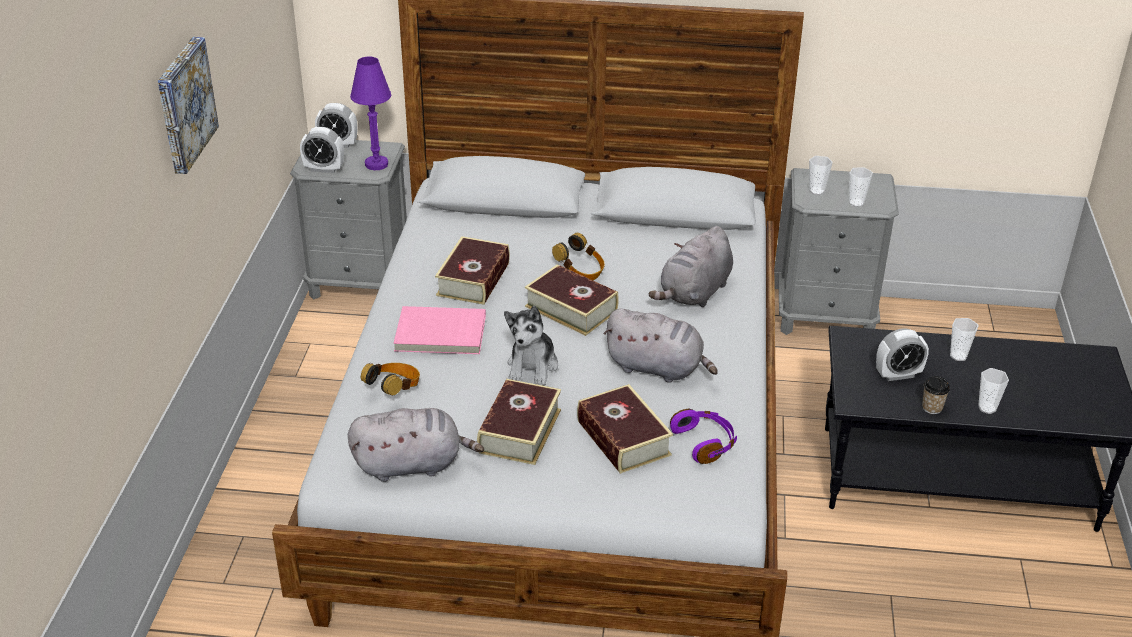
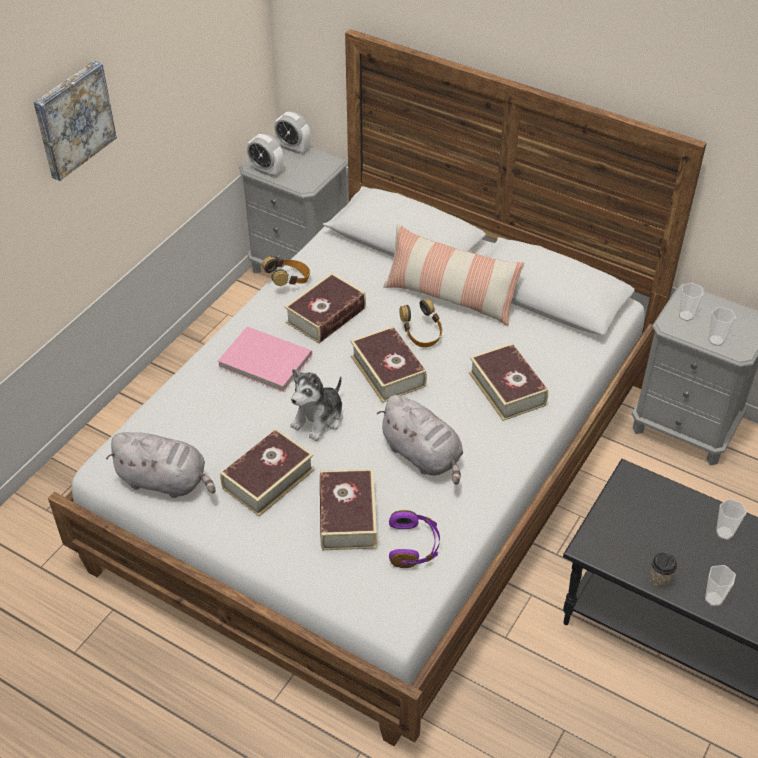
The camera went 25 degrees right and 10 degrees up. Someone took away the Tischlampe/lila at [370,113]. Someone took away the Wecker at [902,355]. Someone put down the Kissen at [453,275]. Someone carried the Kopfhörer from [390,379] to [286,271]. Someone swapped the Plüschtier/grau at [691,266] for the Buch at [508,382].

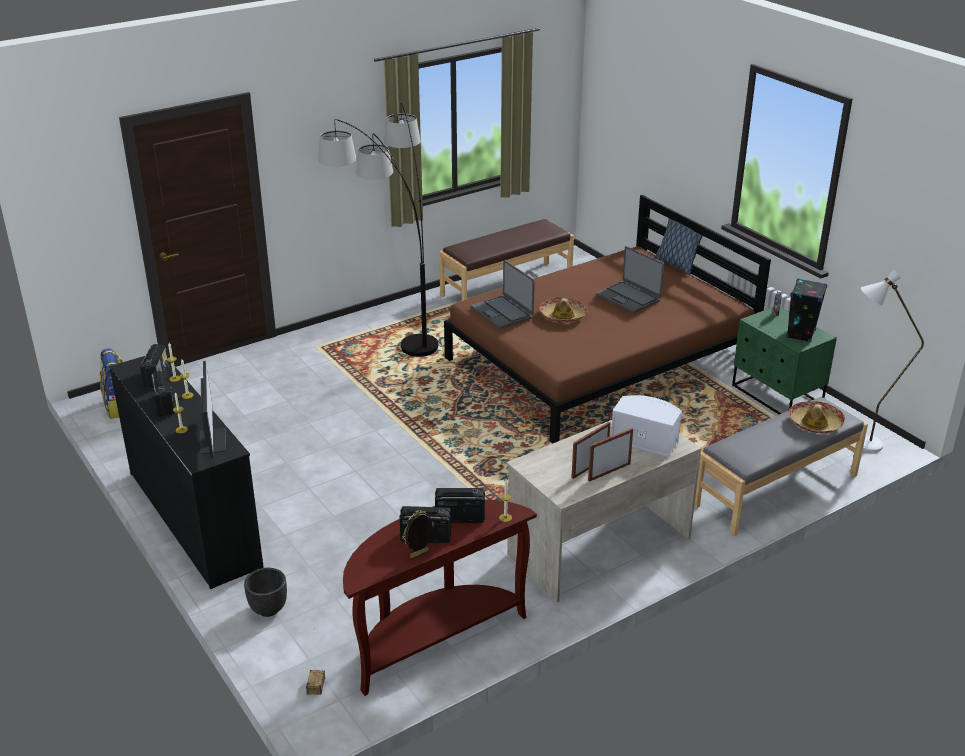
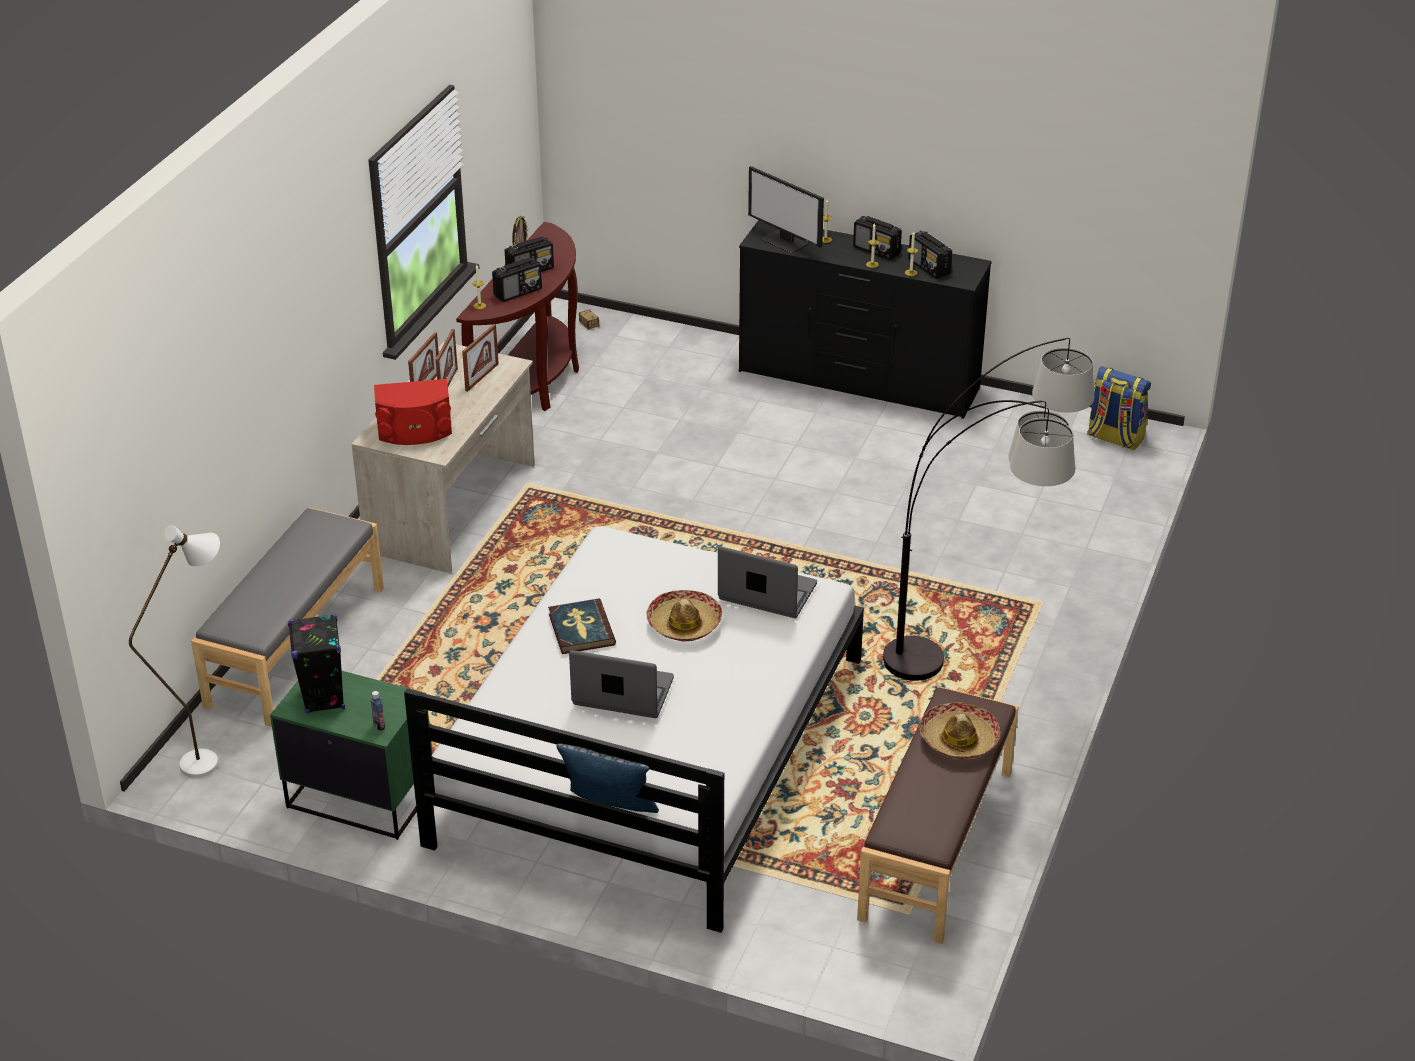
The camera went 145 degrees right and 5 degrees up. Someone took away the Pflanzkübel/schwarz at [265,592]. Someone put down the Bilderrahmen at [480,358]. Someone put down the Buch at [582,626]. Someone carried the Hut from [816,417] to [959,730]. Someone repainted the Bett/braun at [607,319], which became the Bett/weiß at [634,729]. Someone repainted the Lautsprecher/weiß at [647,426], which became the Lautsprecher/rot at [413,412].

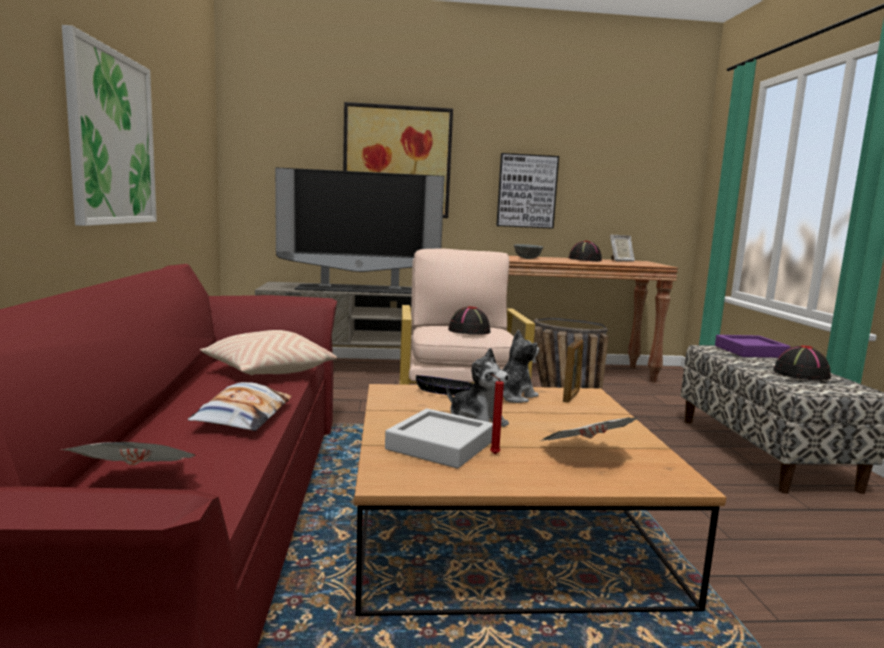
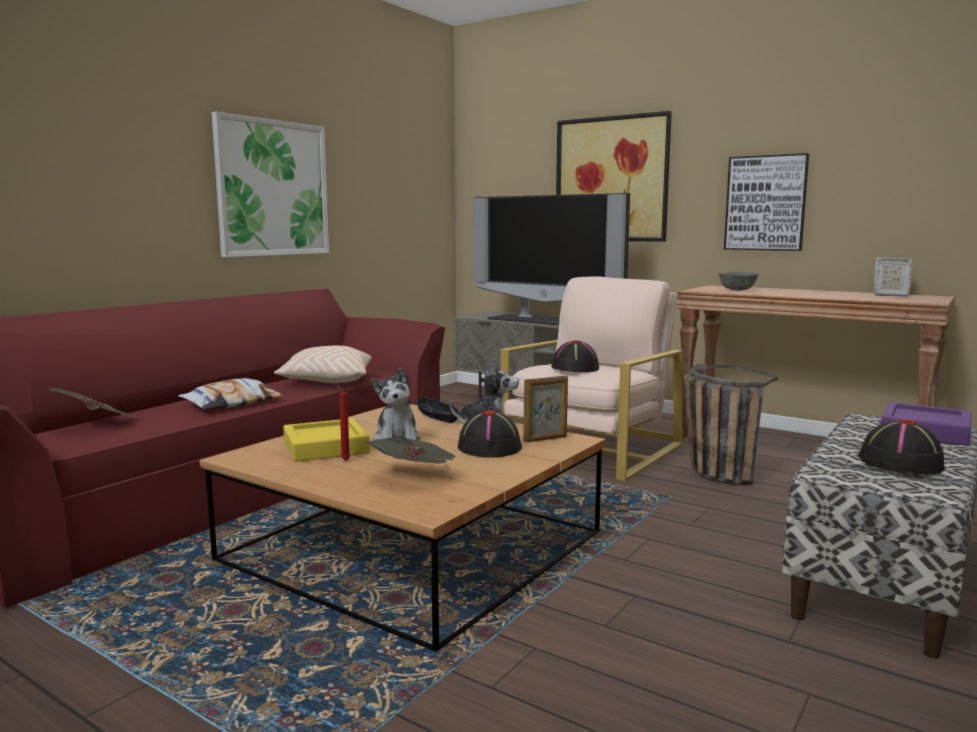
The camera went 40 degrees right and 0 degrees up. Someone carried the Hut/schwarz from [585,251] to [490,434]. Someone repainted the Tablett/grau at [439,439], which became the Tablett/gelb at [326,440].

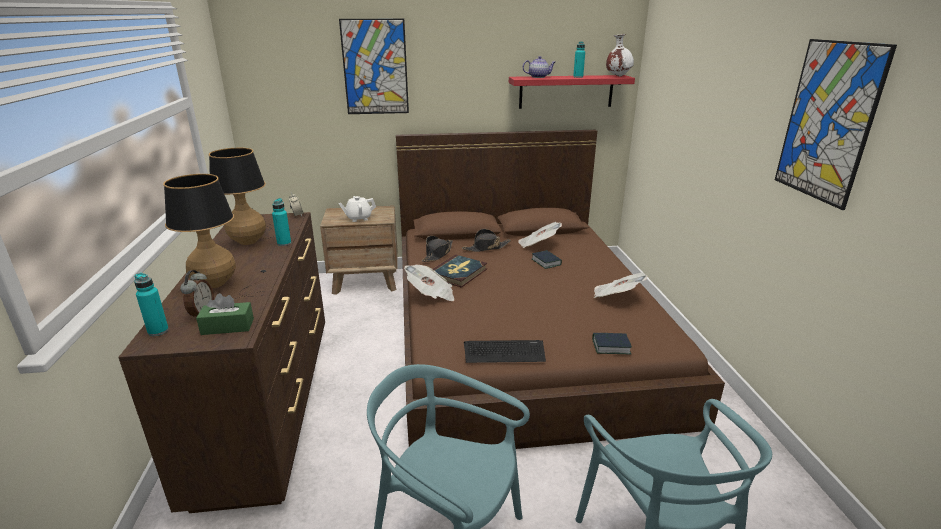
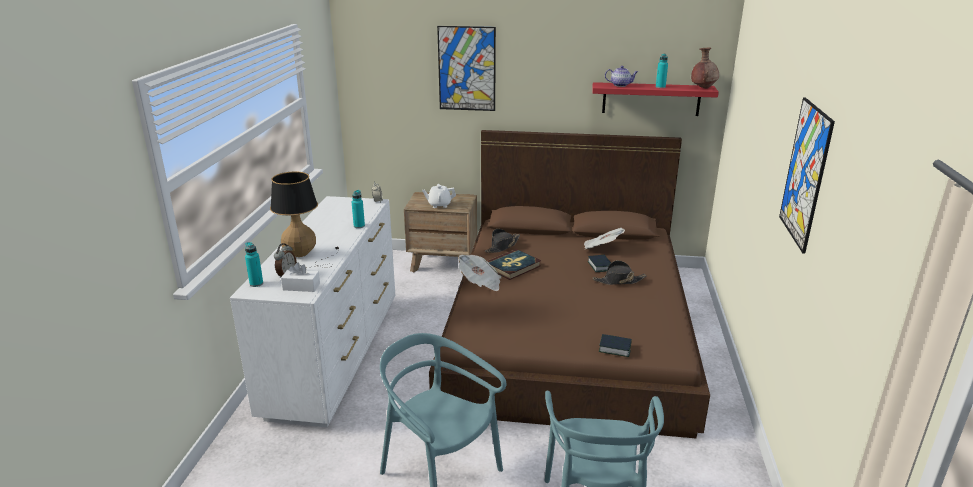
The camera went 15 degrees right and 0 degrees up. Someone took away the Tischlampe at [242,196]. Someone took away the Tastatur at [505,351]. Someone took away the Zeitung at [621,285]. Someone carried the Hut/schwarz from [486,240] to [619,272]. Someone repainted the Kommode/braun at [221,362], which became the Kommode/weiß at [312,311]. Someone repainted the Taschentuchbox/grün at [225,314], which became the Taschentuchbox/weiß at [300,277]. Someone repainted the Vase/weiß at [620,55], which became the Vase/braun at [705,68].

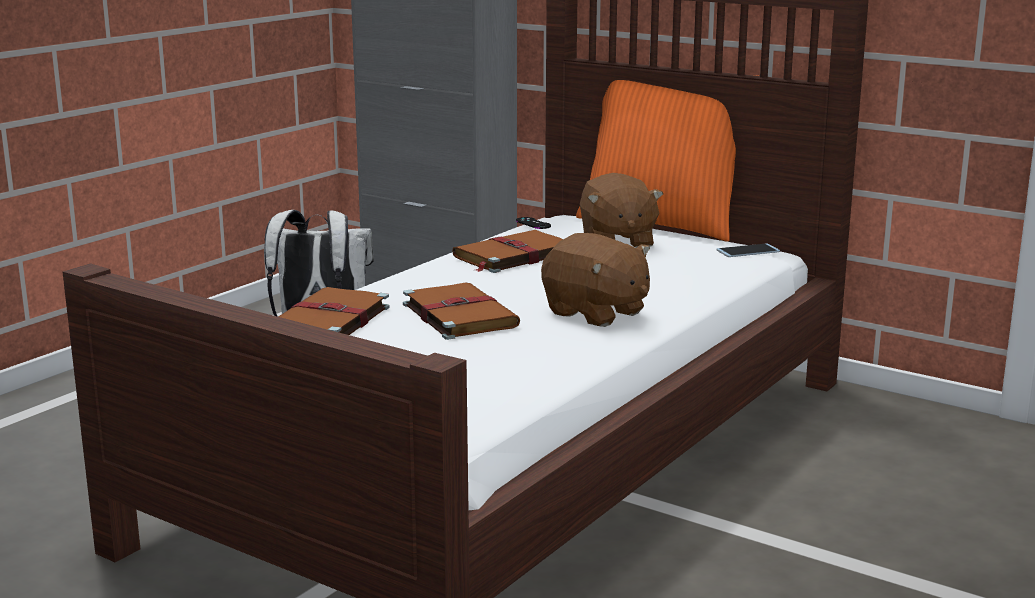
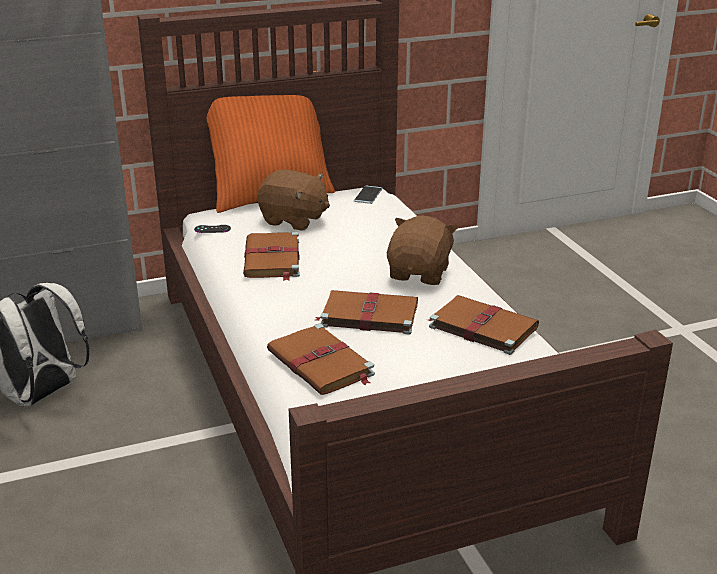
The camera went 55 degrees left and 10 degrees up. Someone put down the Buch/braun at [483,325]. Someone rotated the Plüschtier/braun at [595,280] by 60 degrees counterclockwise.

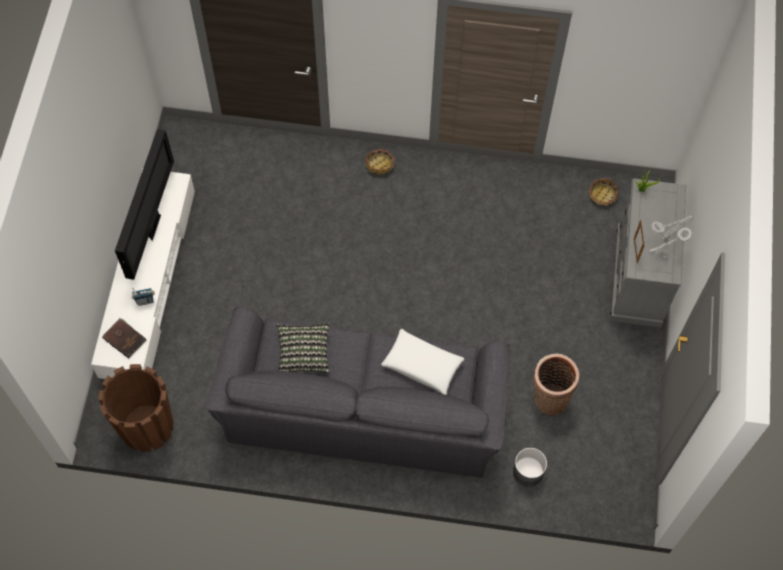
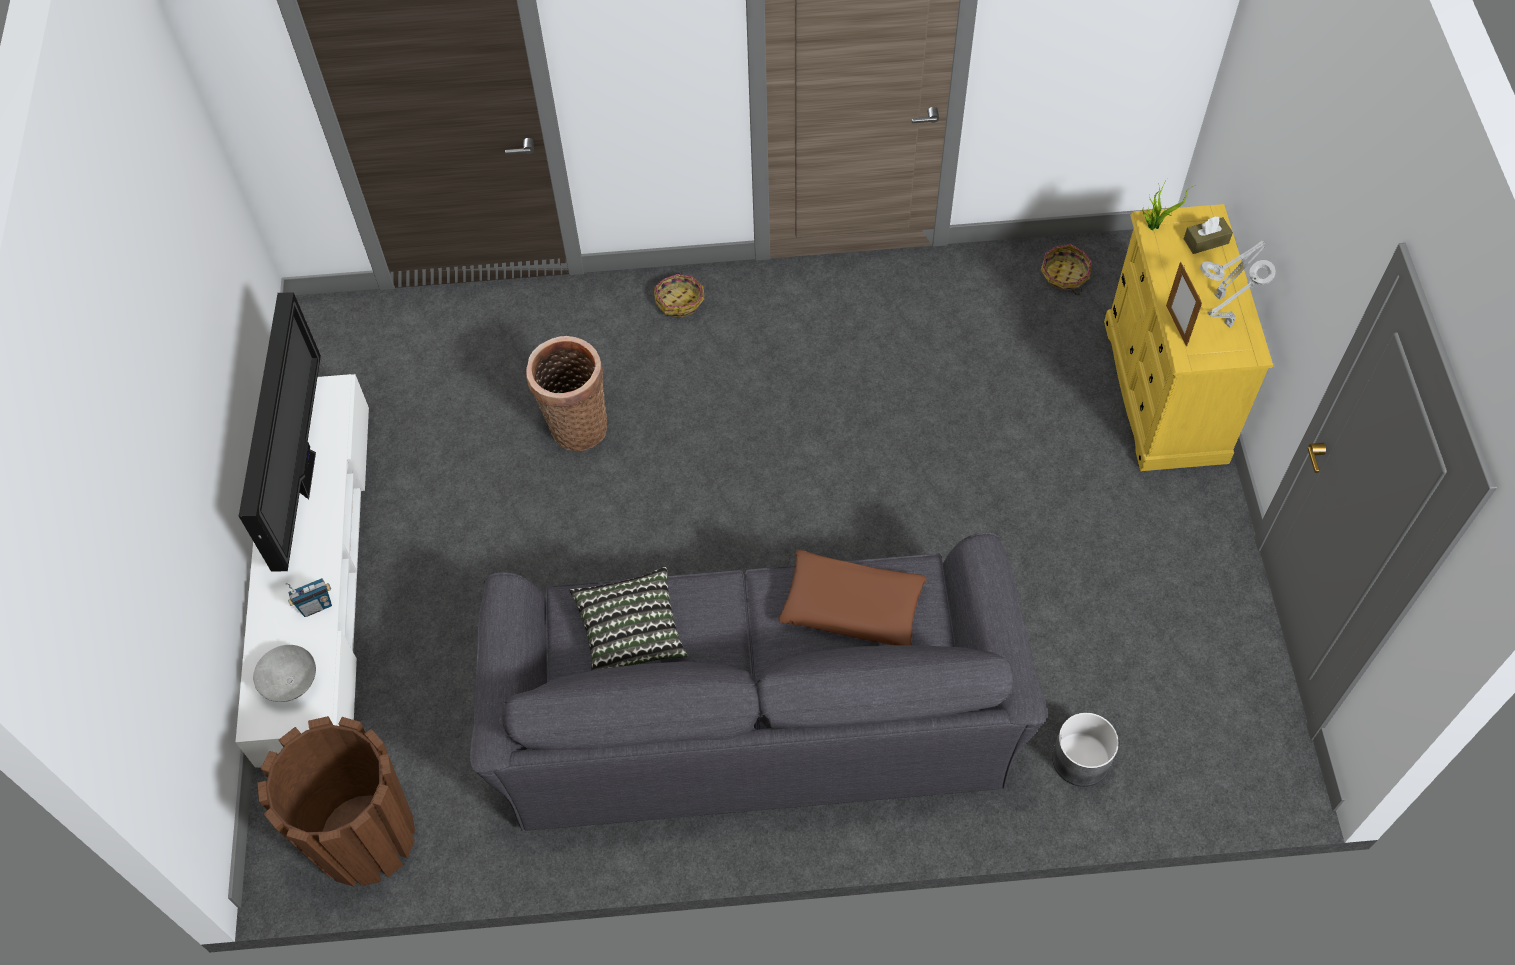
The camera went 10 degrees left and 5 degrees down. Someone put down the Taschentuchbox/braun at [1208,235]. Someone carried the Korb from [556,384] to [566,393]. Someone swapped the Buch/braun at [124,338] for the Schüssel/grau at [284,673]. Someone repainted the Kissen/weiß at [422,362], which became the Kissen/braun at [852,597]. Someone repainted the Kommode/grau at [648,252], which became the Kommode/gelb at [1188,337].

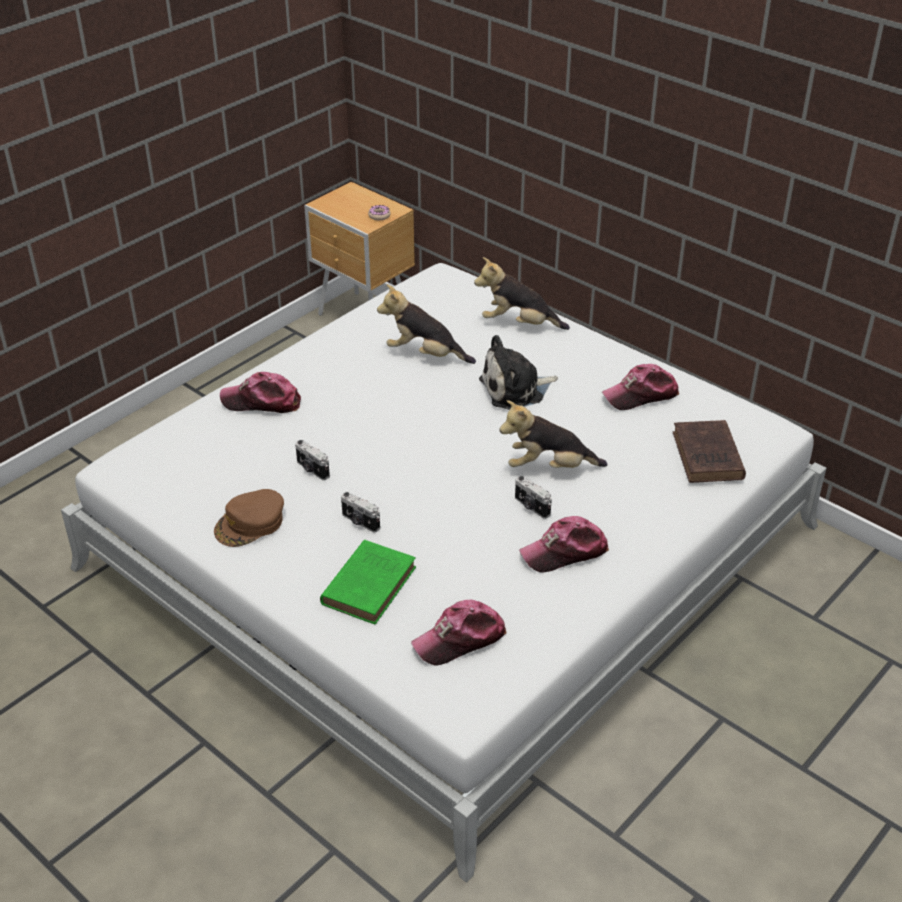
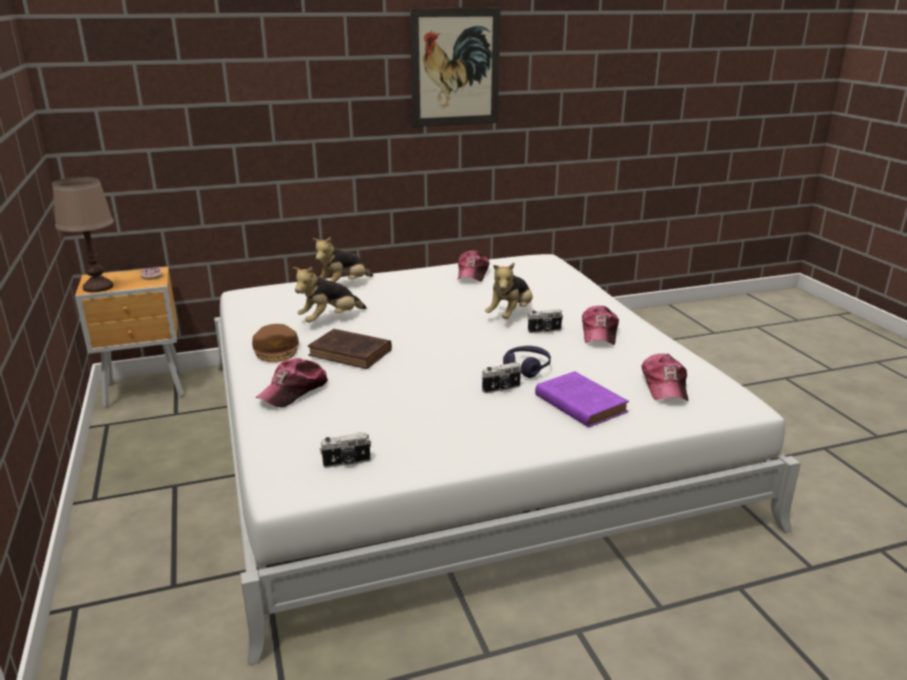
The camera went 60 degrees left and 15 degrees down. Someone took away the Plüschtier at [518,372]. Someone put down the Tischlampe/braun at [83,234]. Someone put up the Bild at [455,67]. Someone put down the Kopfhörer/lila at [527,362]. Someone carried the Kappe/braun from [249,518] to [275,343]. Someone carried the Kamera from [312,460] to [346,450]. Someone carried the Buch/braun from [709,451] to [350,349]. Someone repainted the Buch/grün at [368,582], which became the Buch/lila at [582,399].

